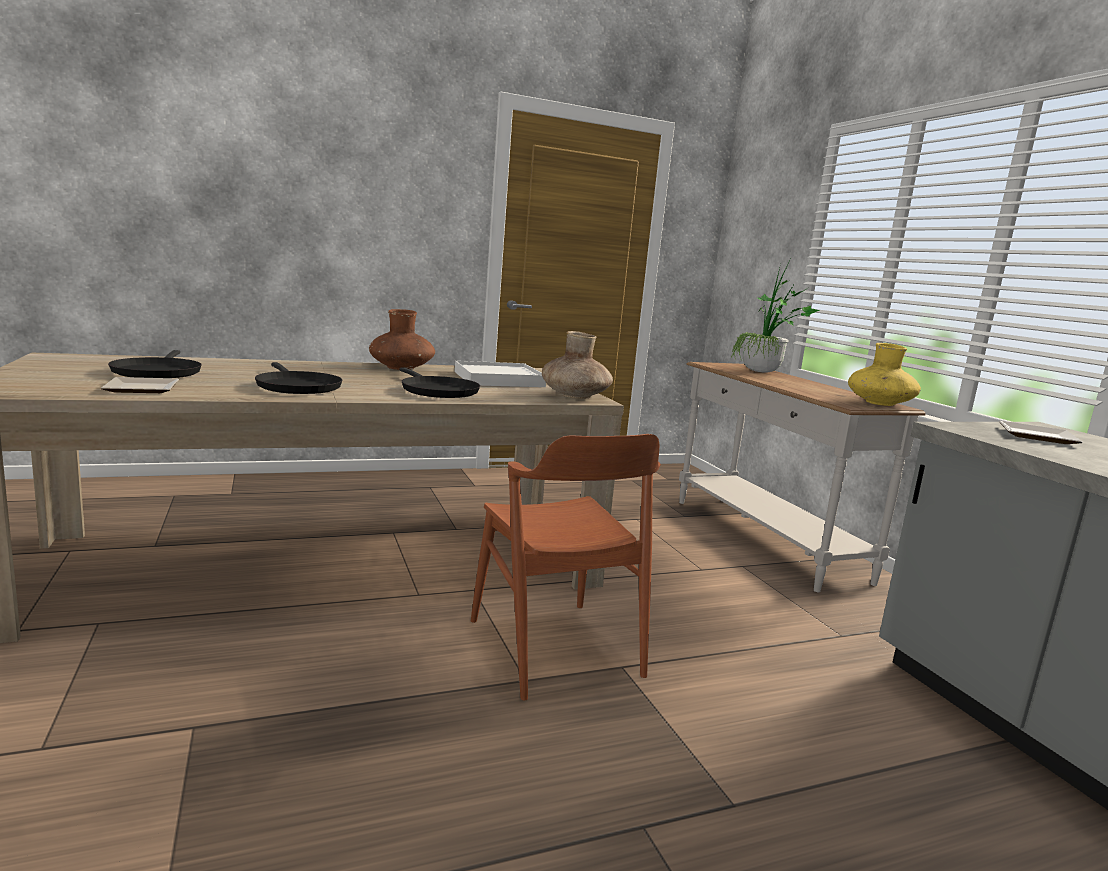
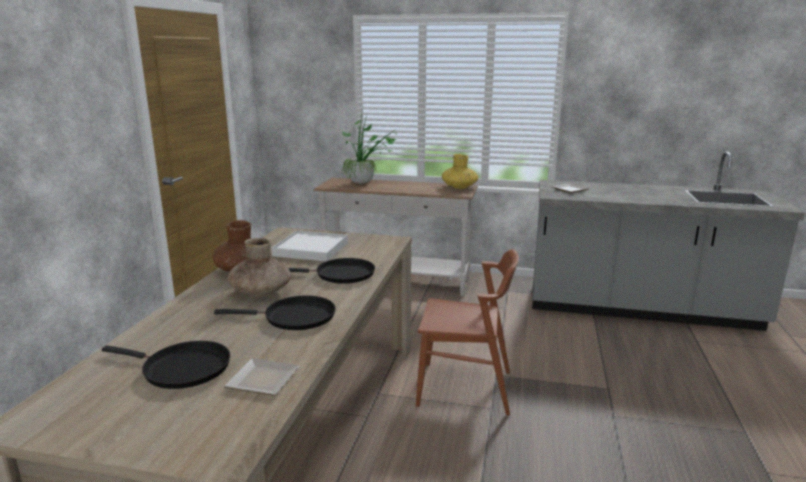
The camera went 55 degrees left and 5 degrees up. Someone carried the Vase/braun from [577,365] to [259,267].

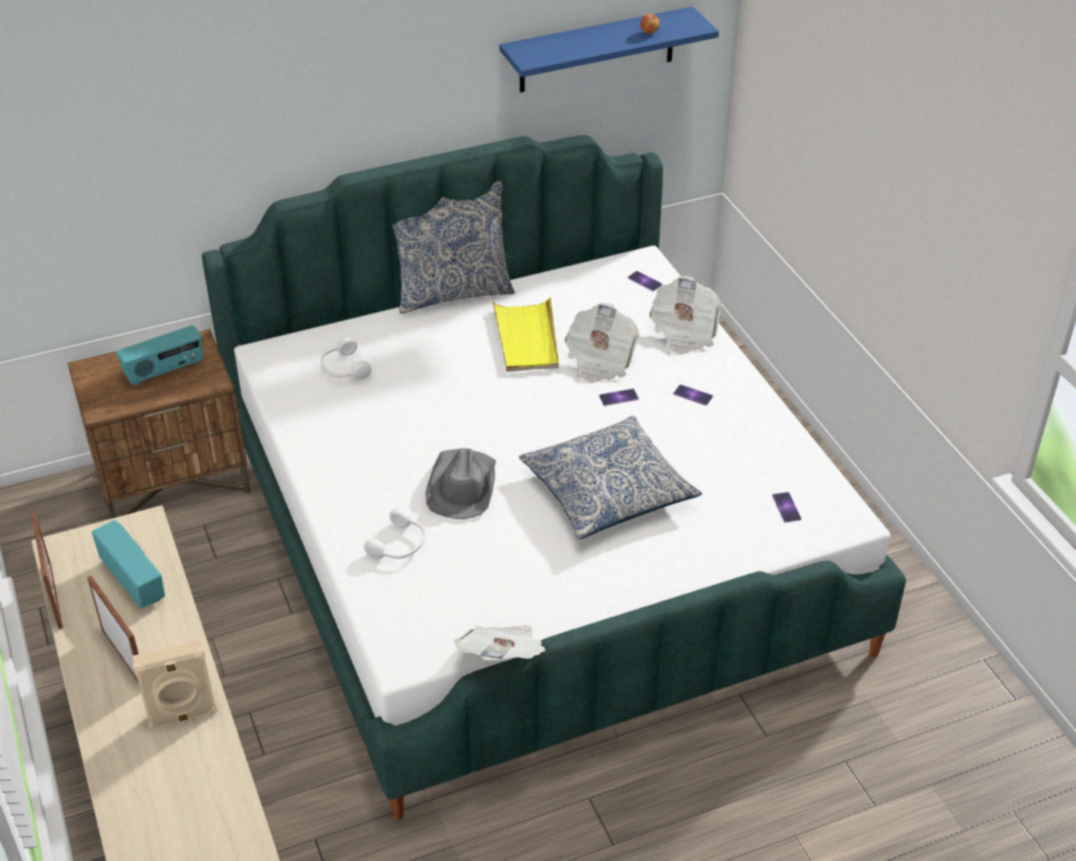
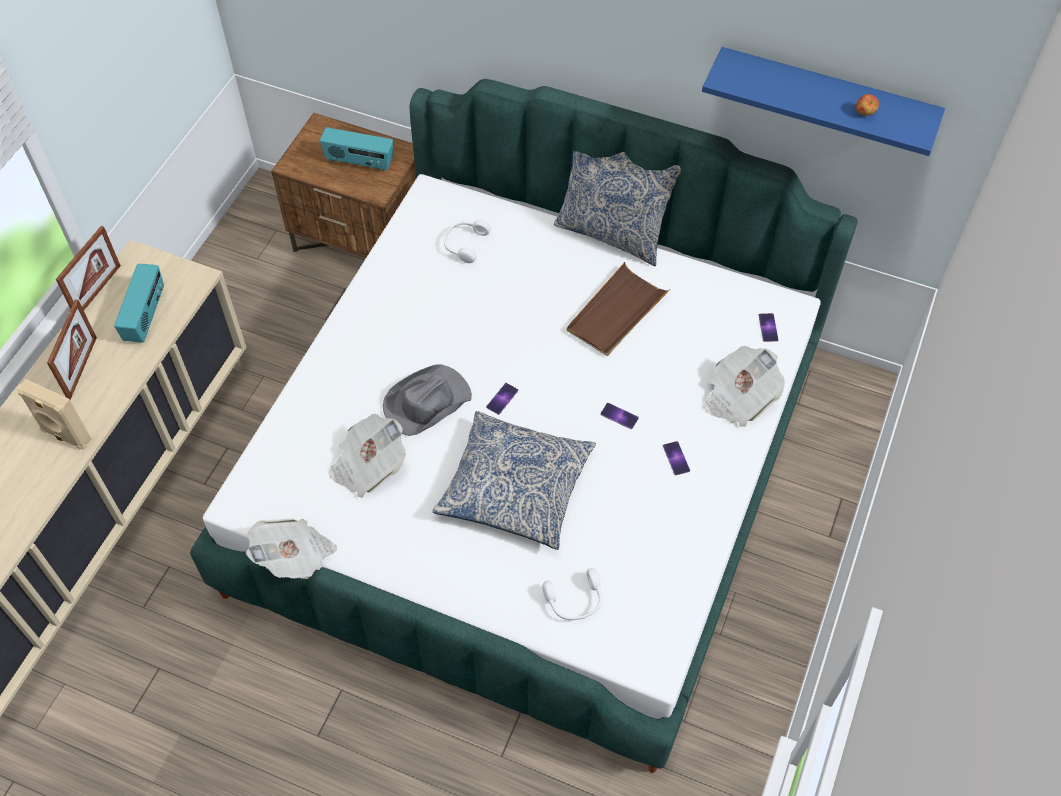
The camera went 45 degrees right and 15 degrees up. Someone carried the Kopfhörer/weiß from [395,533] to [572,594]. Someone carried the Zeitung from [602,343] to [367,456]. Someone carried the Handy from [786,507] to [502,399]. Someone repainted the Tablett/gelb at [526,334], which became the Tablett/braun at [618,309].

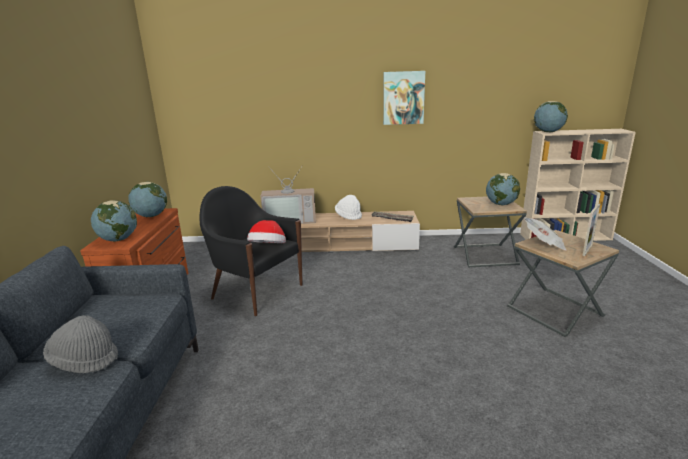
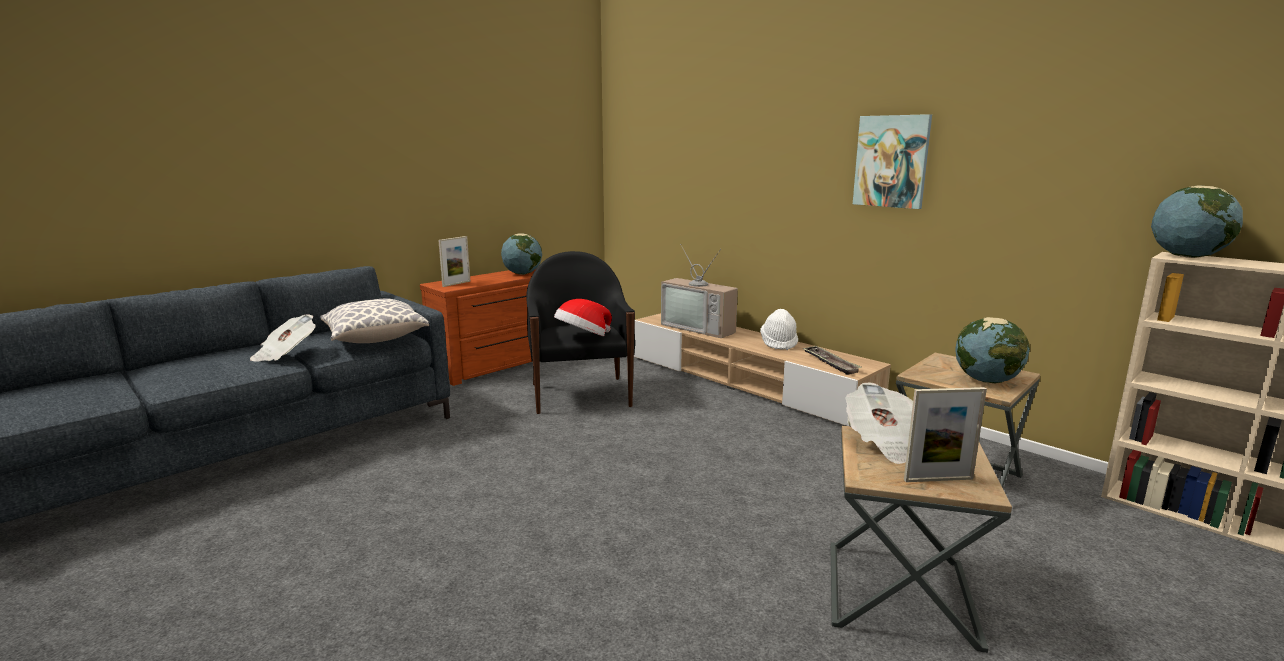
The camera went 45 degrees right and 5 degrees down. Someone put down the Kissen at [375,320]. Someone swapped the Hut/grau at [80,344] for the Zeitung at [283,338]. Someone swapped the Globus at [114,221] for the Bilderrahmen at [454,261].

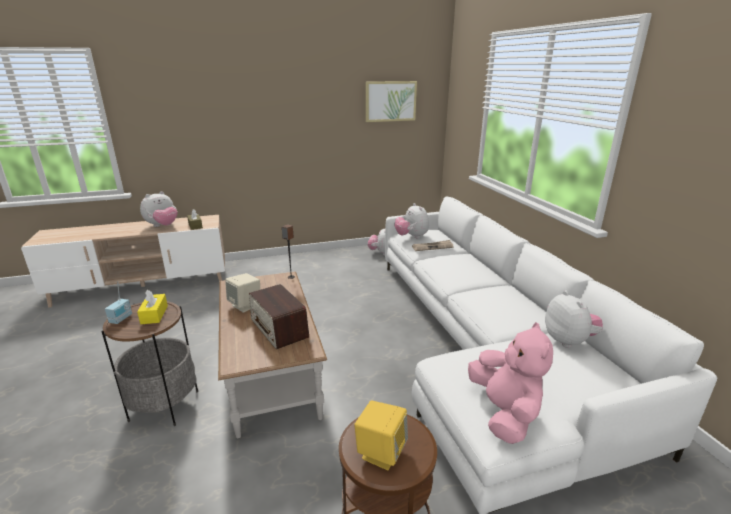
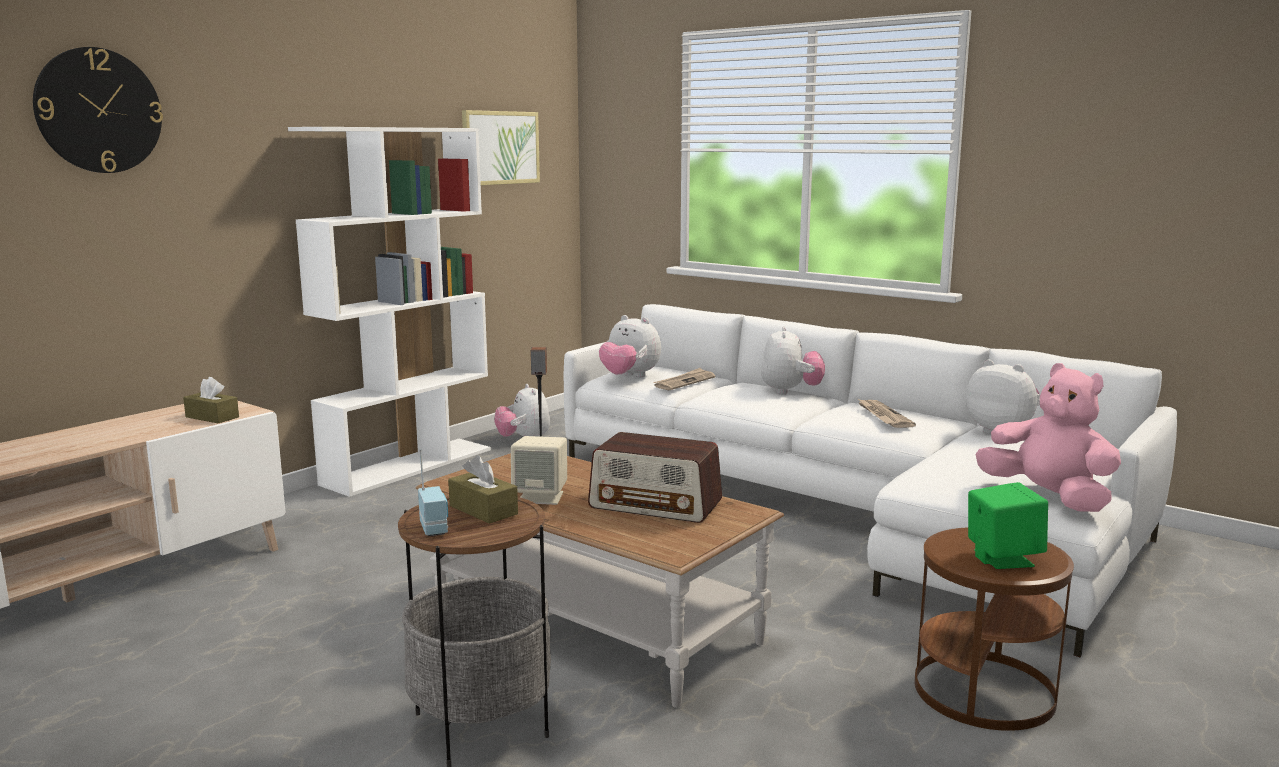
The camera went 35 degrees left and 10 degrees down. Someone put up the Wanduhr at [98,110]. Someone put down the Bücherregal/weiß at [389,312]. Someone put down the Zeitung at [887,413]. Someone carried the Plüschtier from [159,209] to [793,360]. Someone repainted the Taschentuchbox/gelb at [152,307], which became the Taschentuchbox/braun at [483,489]. Someone repainted the Lautsprecher/gelb at [381,435], which became the Lautsprecher/grün at [1008,525].

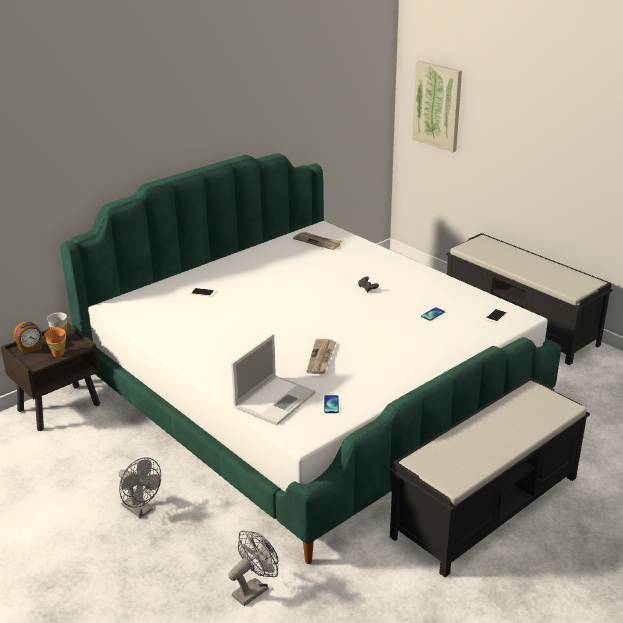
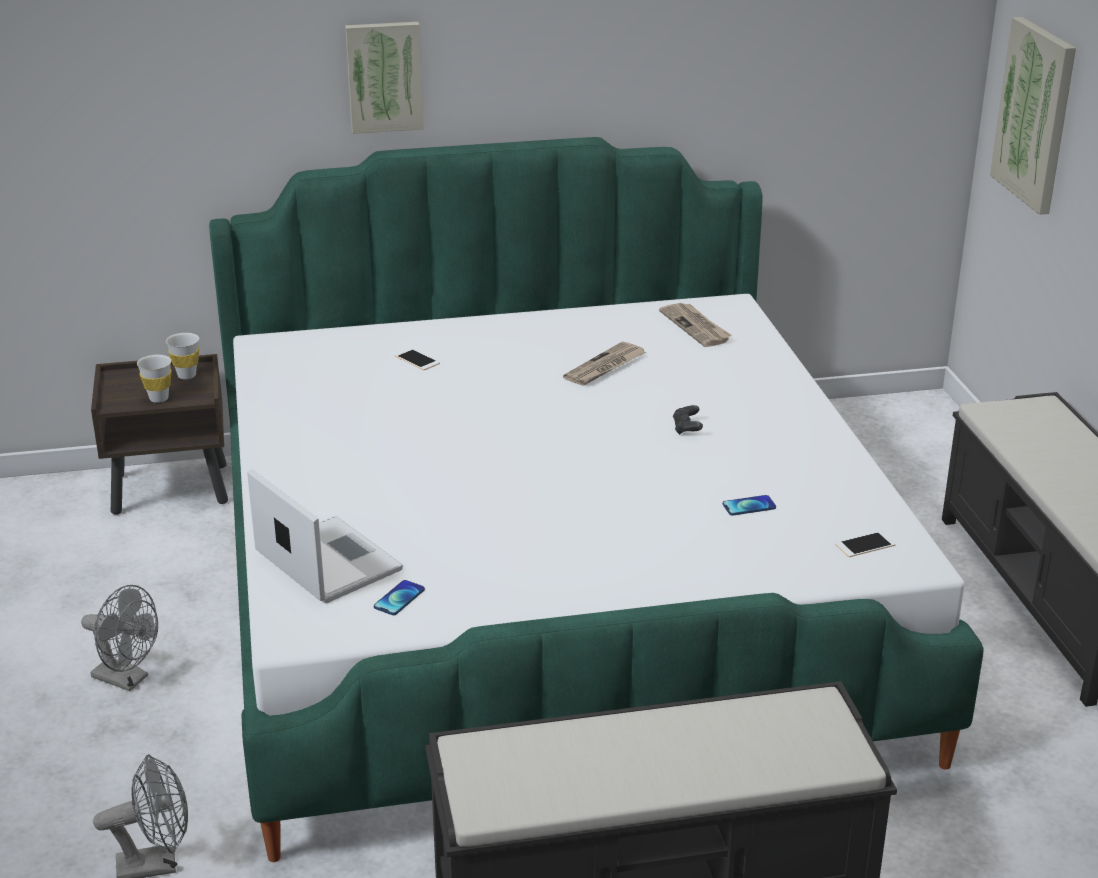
The camera went 30 degrees right and 0 degrees up. Someone took away the Wecker at [28,337]. Someone put up the Bild at [384,78]. Someone carried the Zeitung from [321,356] to [604,363]. Someone repainted the Tasse/orange at [55,342], which became the Tasse/weiß at [154,379]. Someone rotated the Ventilator/grau at [139,487] by 45 degrees counterclockwise. Someone rotated the Laptop at [273,379] by 105 degrees counterclockwise.

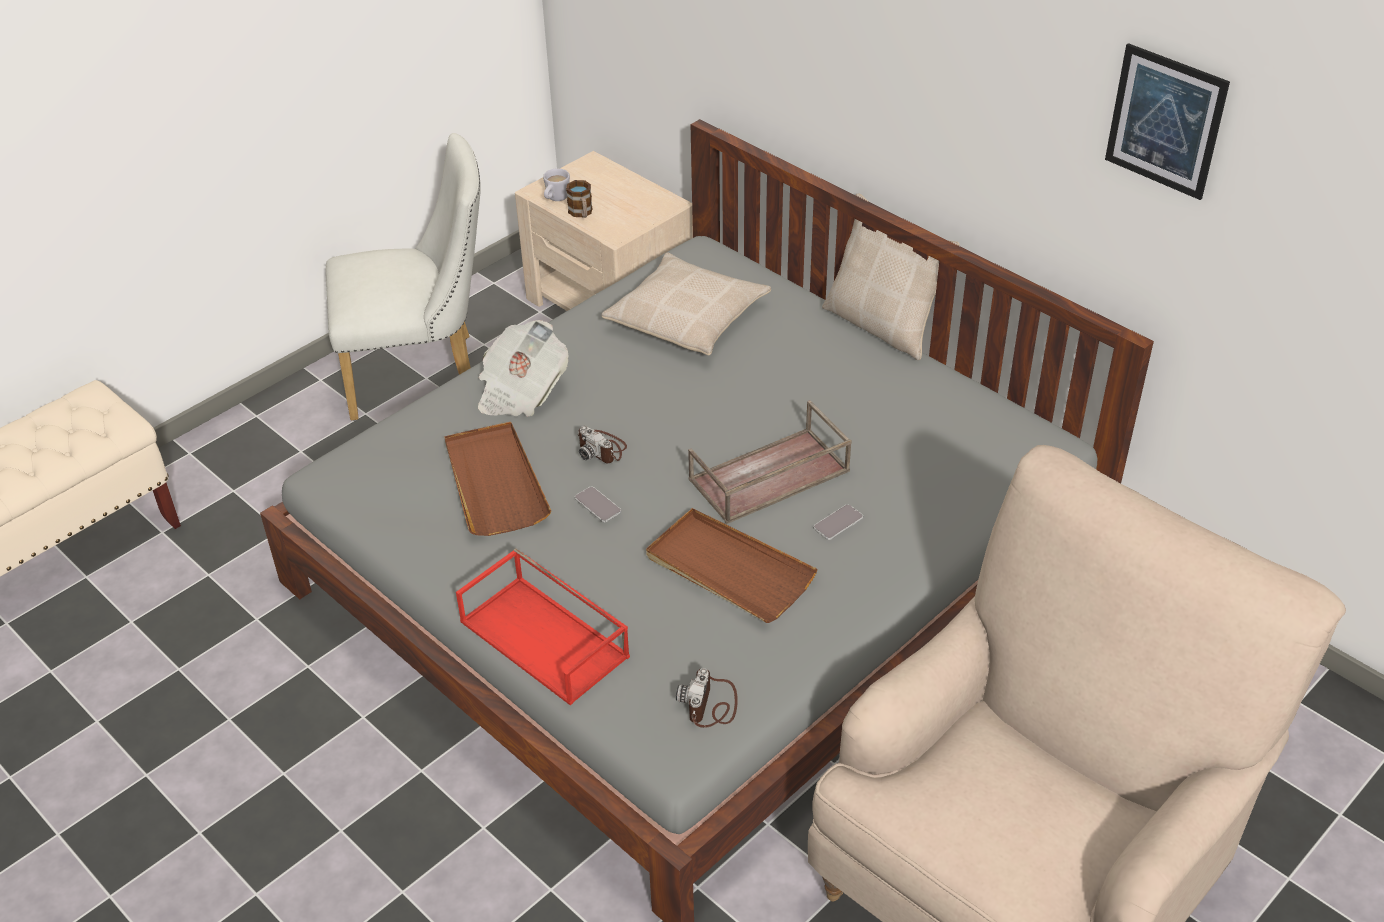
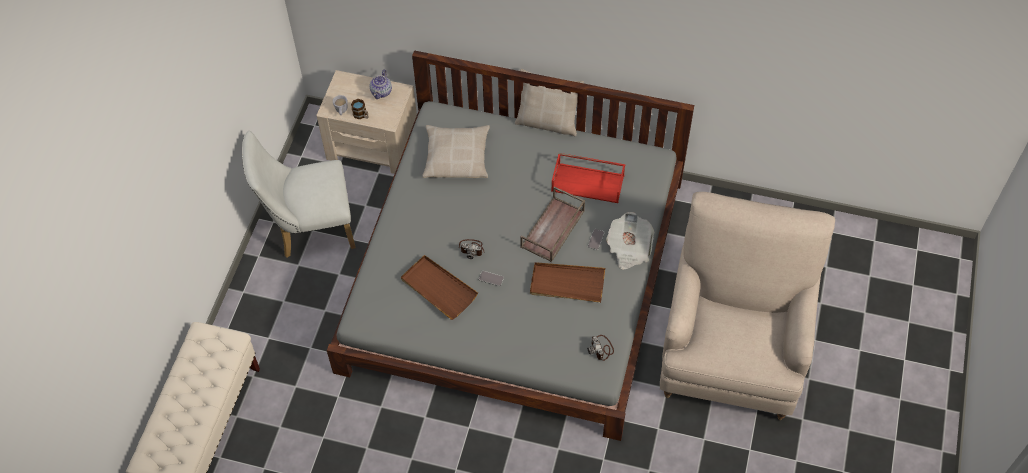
The camera went 30 degrees left and 15 degrees up. Someone took away the Bild at [1167,121]. Someone put down the Teekanne at [380,84]. Someone carried the Tablett/rot from [543,626] to [588,178]. Someone carried the Zeitung from [523,368] to [630,241]. Someone rotated the Stuhl/weiß at [403,277] by 150 degrees counterclockwise.

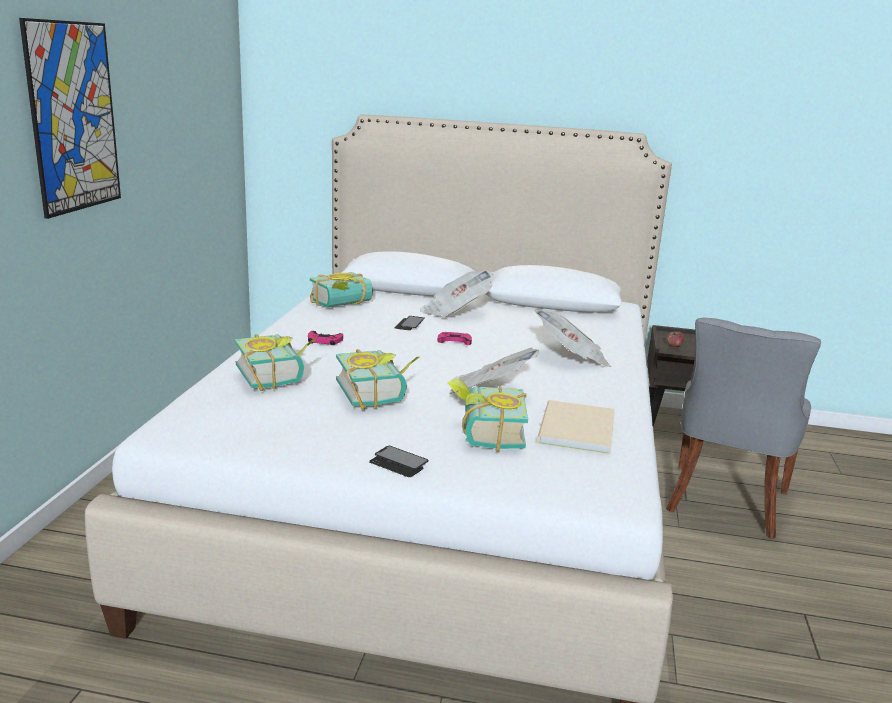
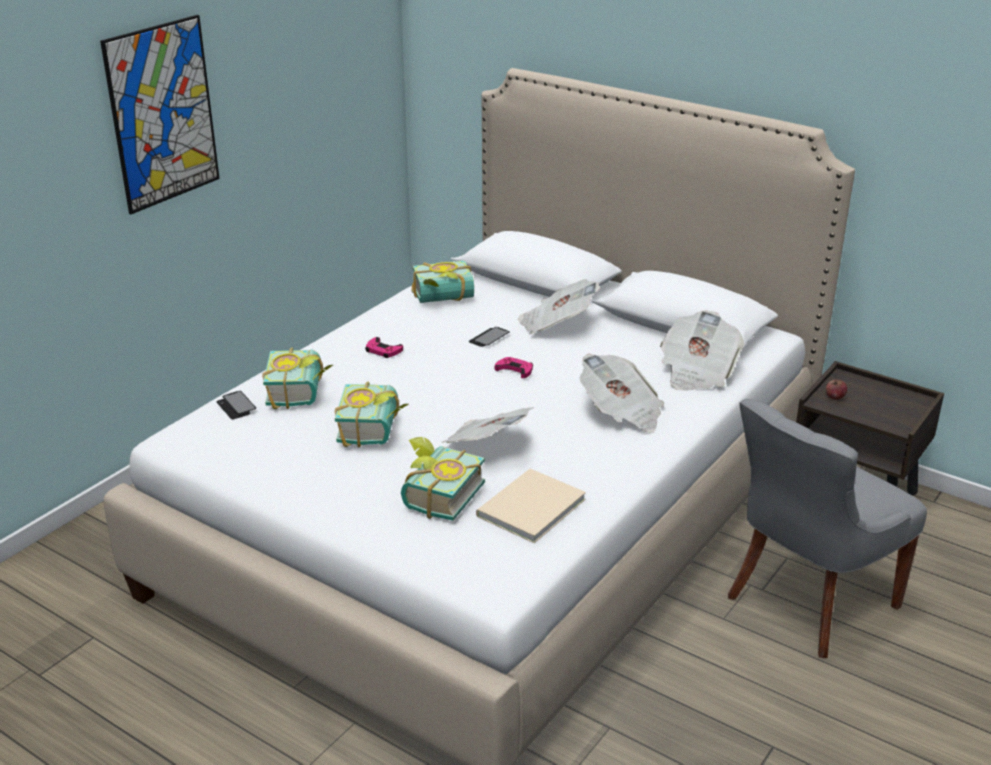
The camera went 25 degrees right and 10 degrees up. Someone put down the Zeitung at [702,350]. Someone carried the Handy from [398,461] to [236,405].

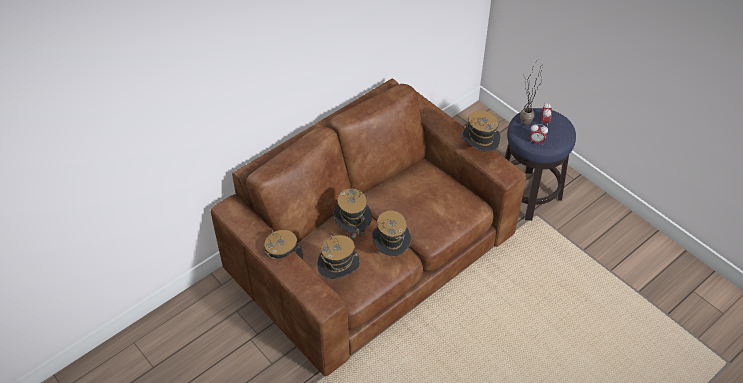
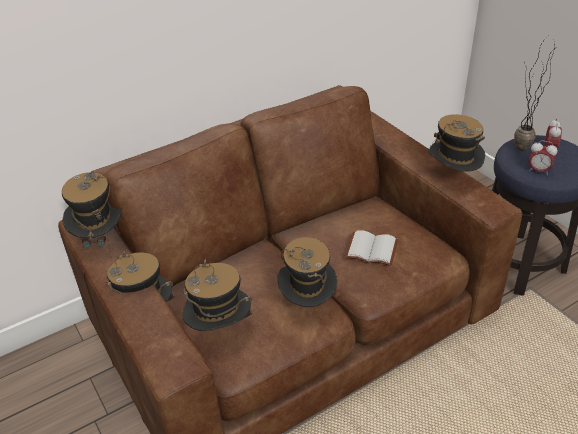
The camera went 10 degrees right and 10 degrees down. Someone put down the Buch/weiß at [371,248]. Someone carried the Hut from [352,215] to [92,215].

